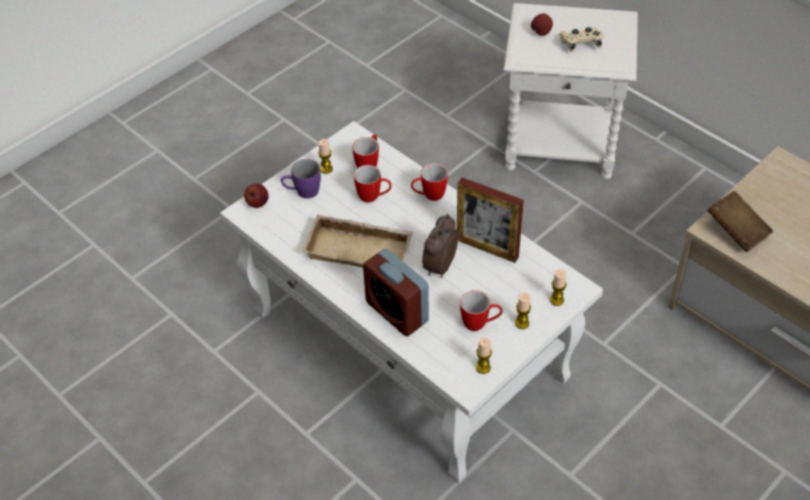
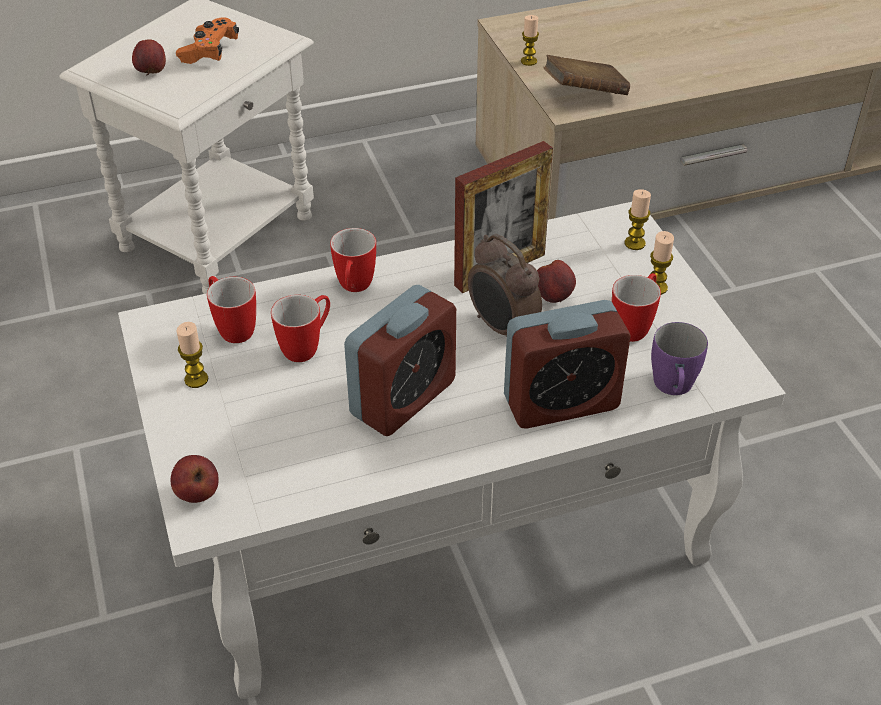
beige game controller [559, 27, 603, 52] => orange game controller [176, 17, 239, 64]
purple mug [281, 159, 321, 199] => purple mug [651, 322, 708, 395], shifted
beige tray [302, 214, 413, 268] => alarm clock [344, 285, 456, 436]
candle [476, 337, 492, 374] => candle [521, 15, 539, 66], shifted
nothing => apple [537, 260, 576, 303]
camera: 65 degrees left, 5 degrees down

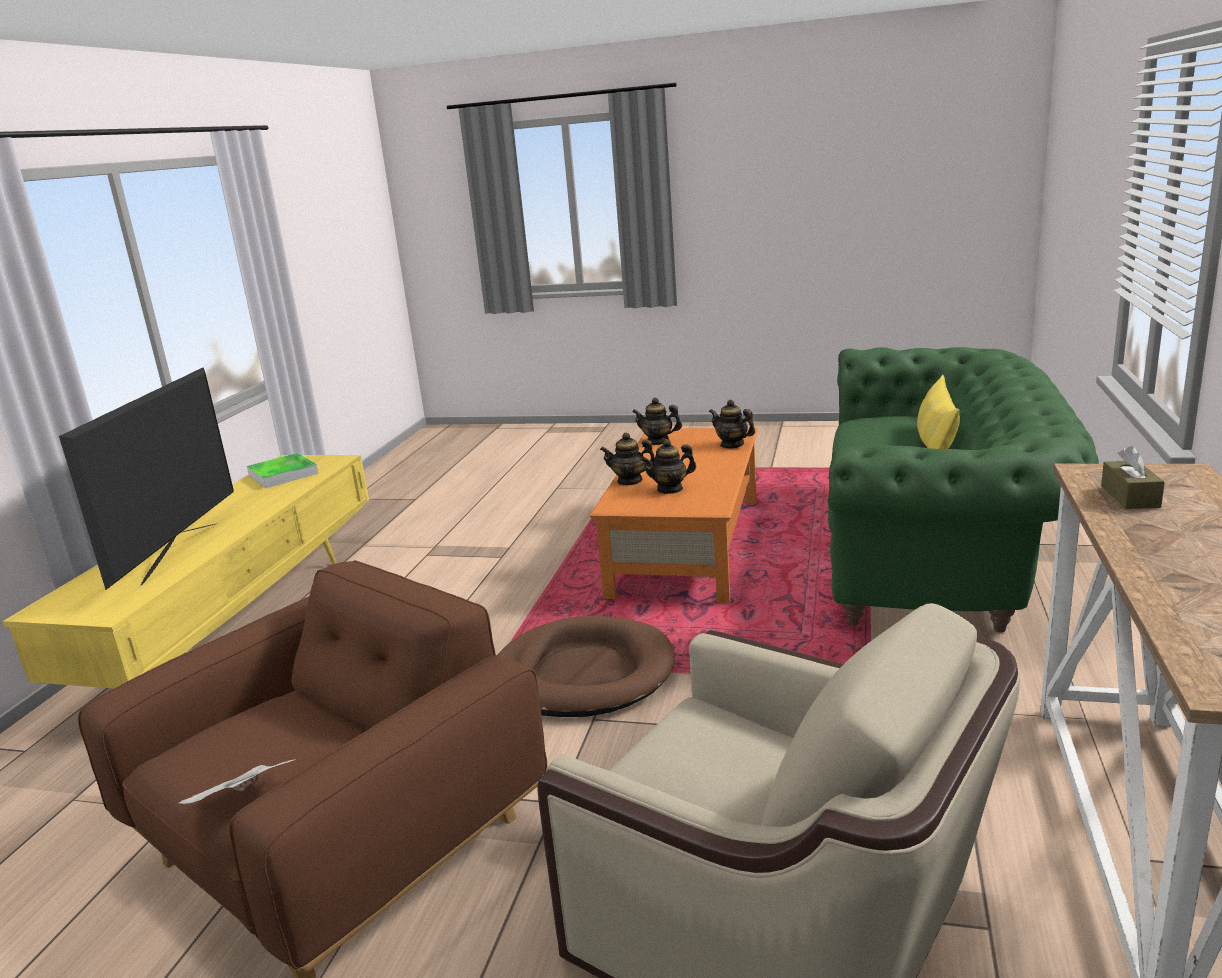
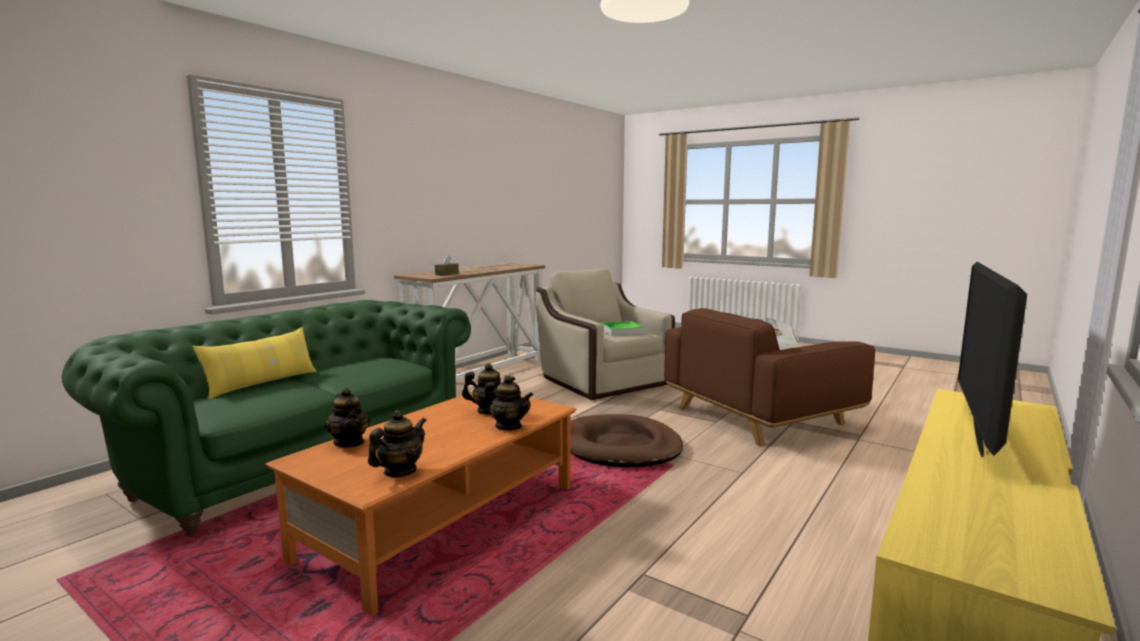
teapot [632, 398, 682, 445] => teapot [368, 410, 427, 477], 90 degrees counterclockwise
tray [247, 453, 318, 488] => tray [601, 321, 644, 336], shifted
camera: 160 degrees left, 10 degrees down

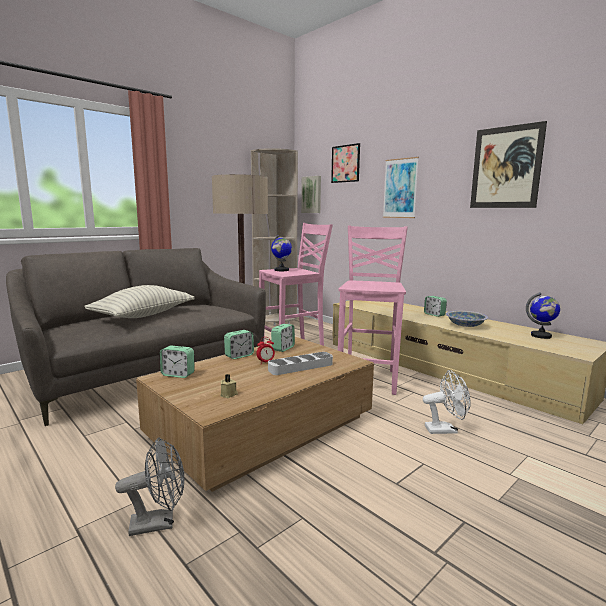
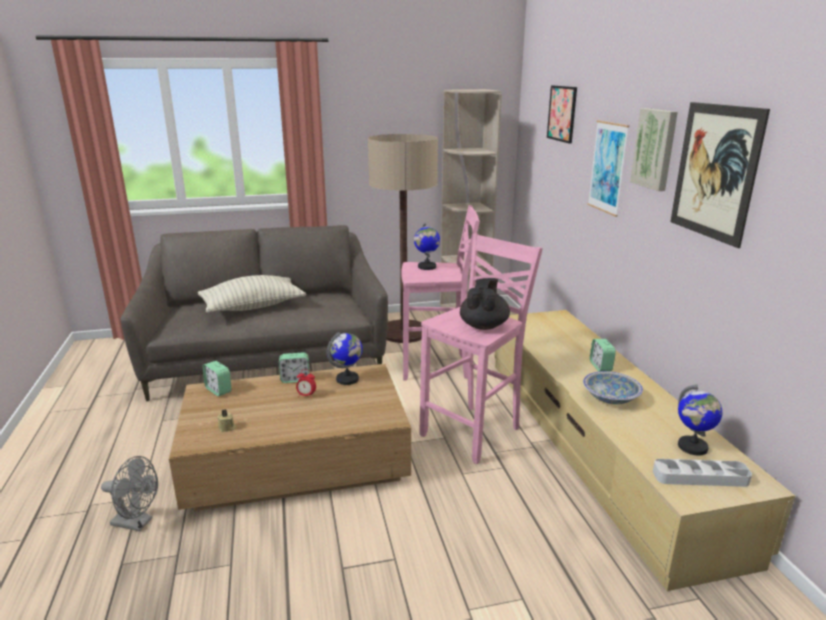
picture [301, 176, 321, 213] => picture [630, 108, 678, 191], shifted
alarm clock [271, 324, 295, 352] => globe [327, 332, 363, 385]
grey tray [268, 352, 333, 375] => grey tray [653, 459, 752, 487], shifted
white fan [423, 370, 471, 434] => nothing
nothing => black teapot [460, 278, 510, 330]
camera: 30 degrees right, 10 degrees up

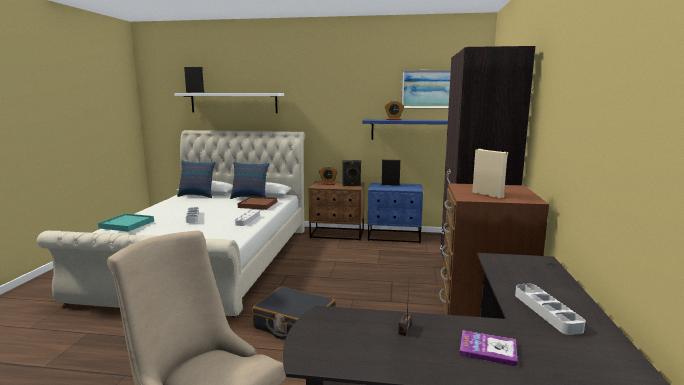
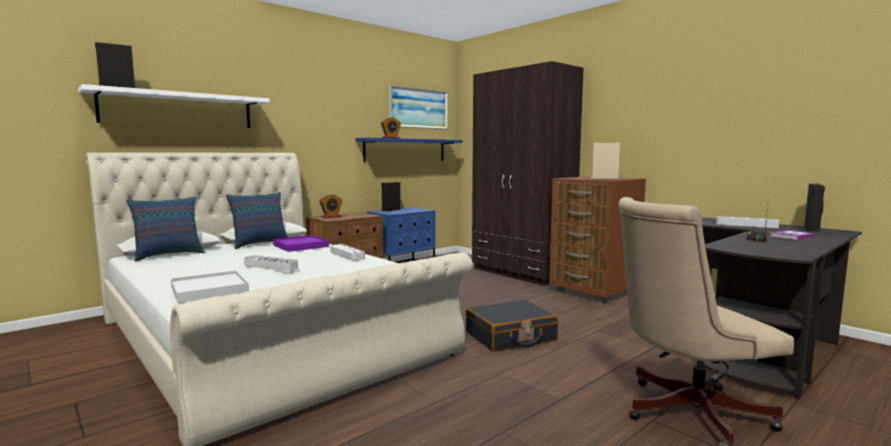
black speaker [342, 160, 361, 186] => black speaker [804, 183, 825, 233], shifted
brown tray [238, 196, 277, 210] => purple tray [273, 235, 329, 252]
turquoise tray [98, 213, 154, 232] => white tray [171, 271, 249, 303]
camera: 50 degrees left, 5 degrees down

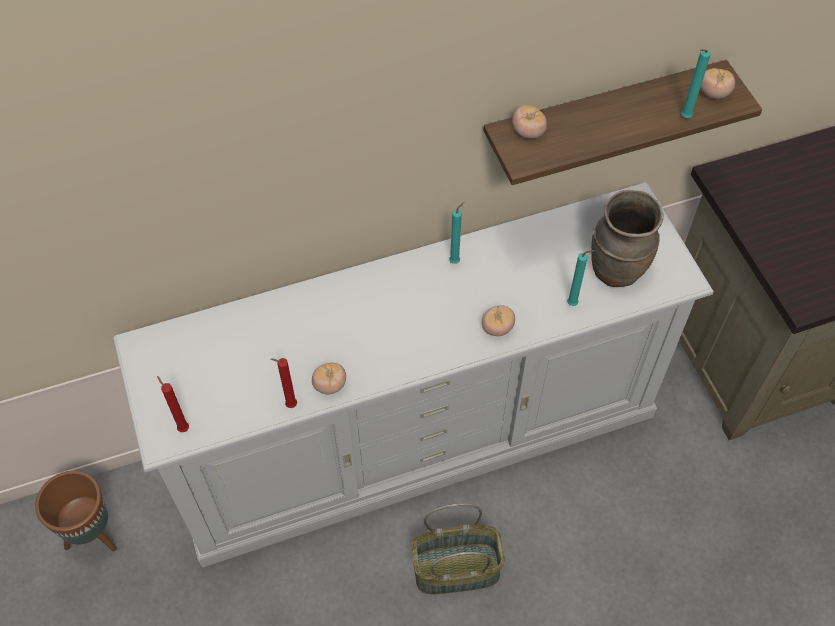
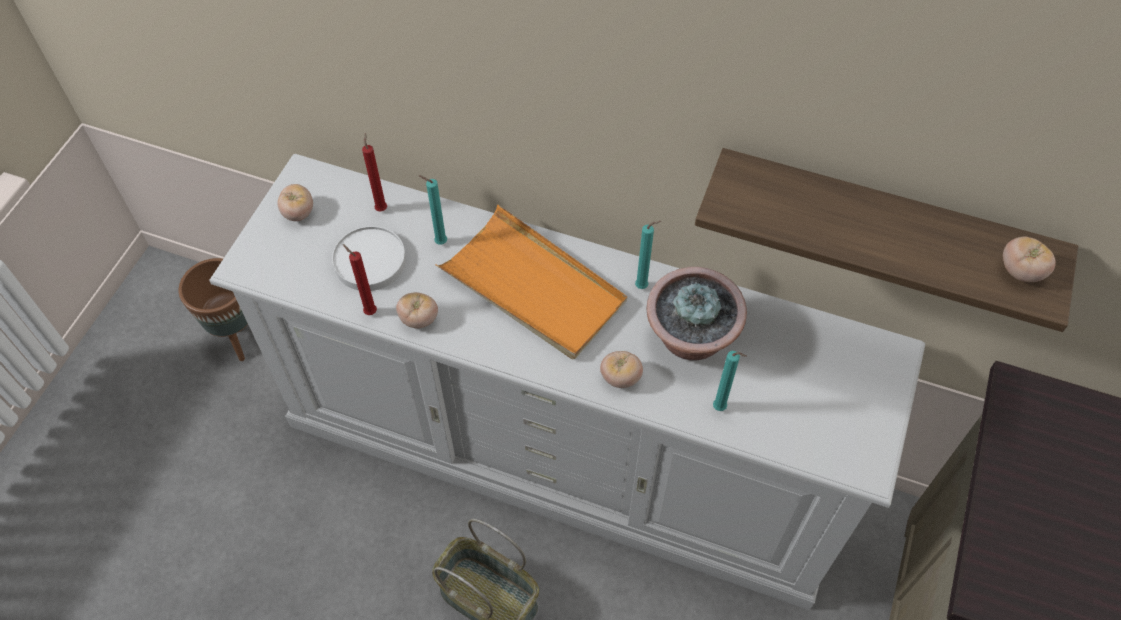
turquoise candle [681, 49, 711, 118] => turquoise candle [419, 175, 447, 245], shifted
tomato [512, 105, 547, 139] => tomato [277, 184, 313, 221], shifted
brown vase [591, 190, 664, 287] => nothing
red candle [157, 376, 189, 432] => red candle [362, 133, 387, 212], shifted
nothing => orange tray [435, 205, 627, 359]
nothing => white plate [332, 226, 406, 291]
nothing => potted plant [647, 267, 747, 360]
camera: 40 degrees right, 0 degrees up

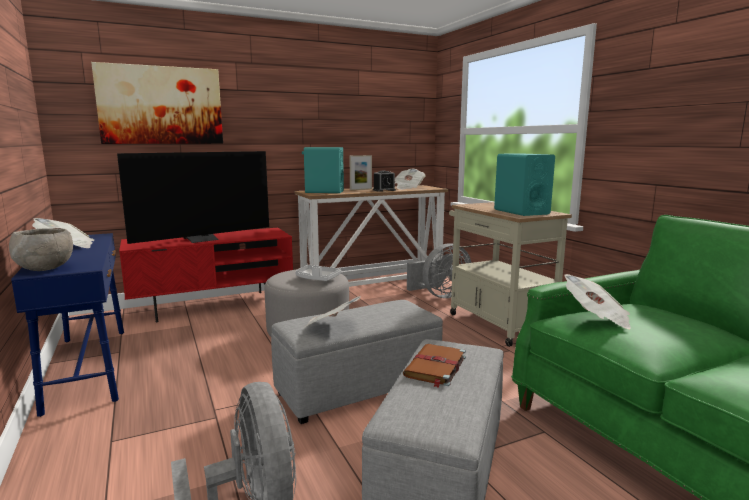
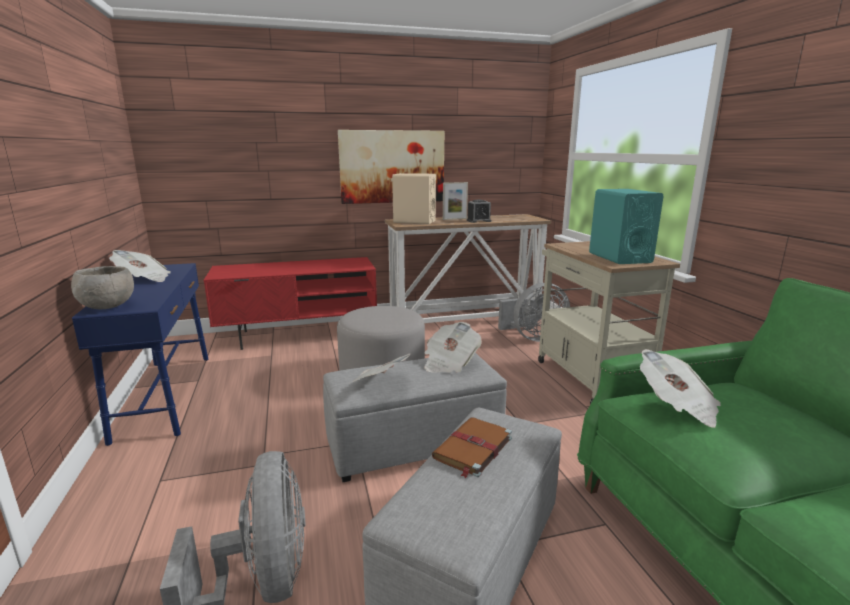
picture [91, 62, 223, 144] => picture [338, 130, 444, 204], shifted
turquoise speaker [302, 147, 344, 193] => beige speaker [391, 173, 436, 224]
television [117, 151, 269, 244] => nothing
newspaper [395, 169, 426, 190] => newspaper [424, 322, 482, 373], shifted
grey tray [295, 265, 341, 281] => nothing
camera: 10 degrees right, 5 degrees up

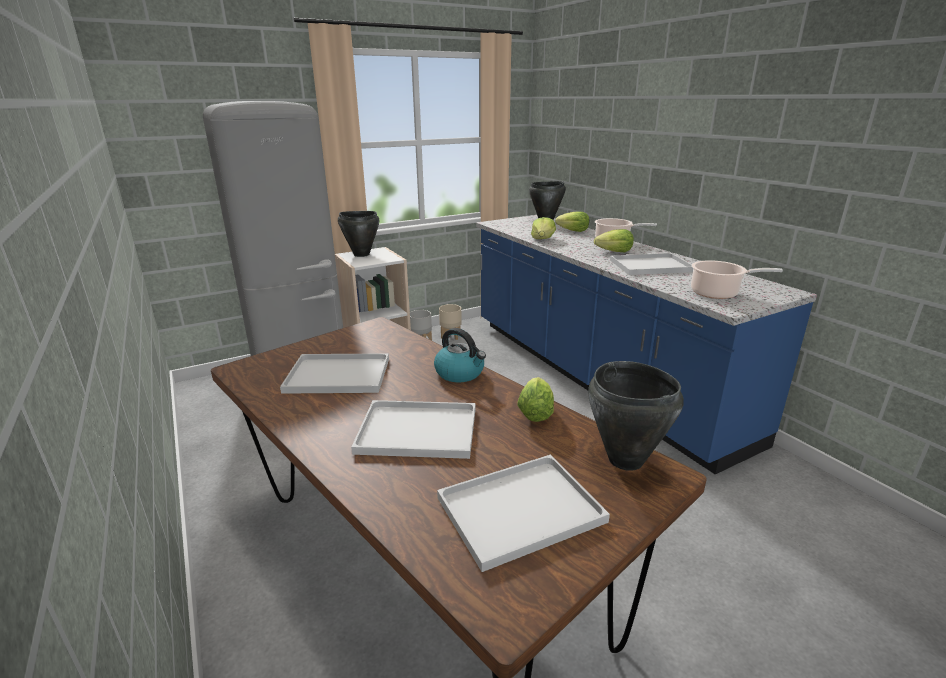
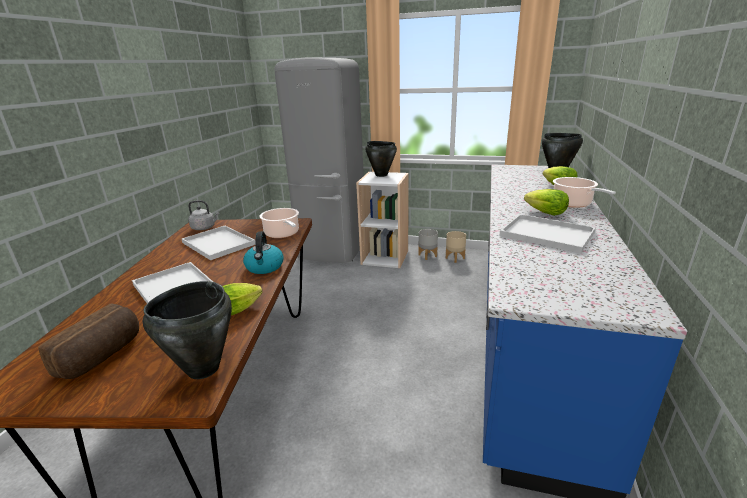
lettuce [531, 217, 556, 239] => nothing
cooking pot [691, 260, 783, 299] => cooking pot [259, 208, 299, 238], shifted
white tray [437, 455, 610, 572] => bread [38, 303, 139, 379]
nothing => grey kettle [188, 200, 219, 230]
camera: 45 degrees right, 0 degrees up

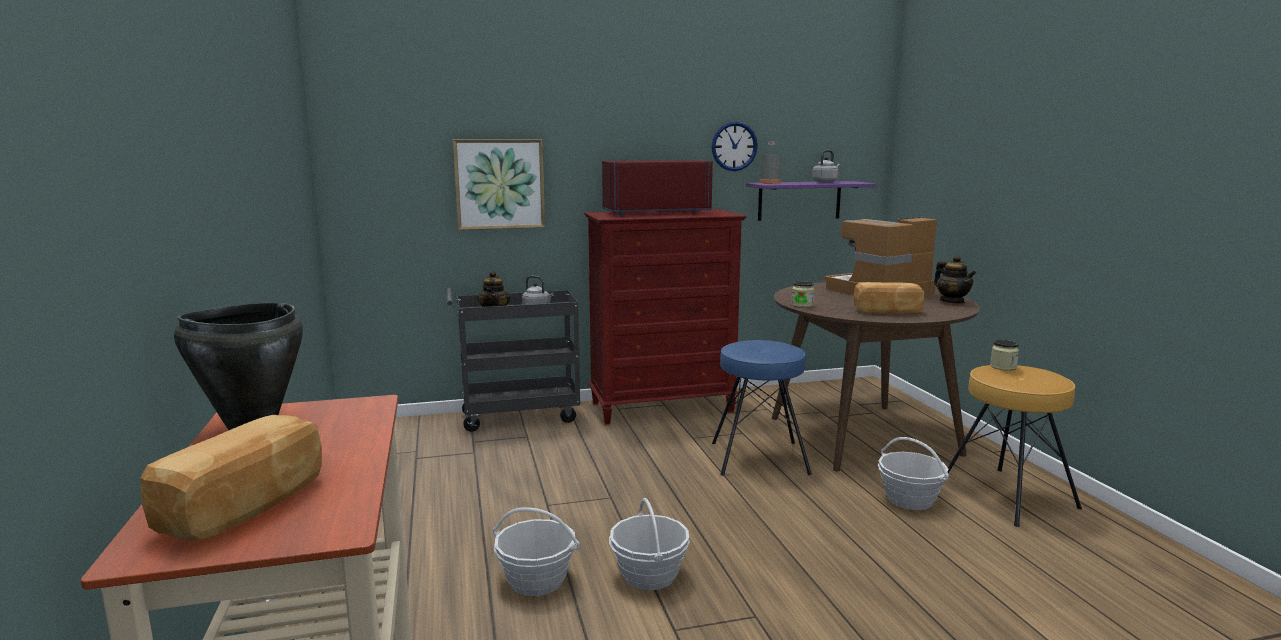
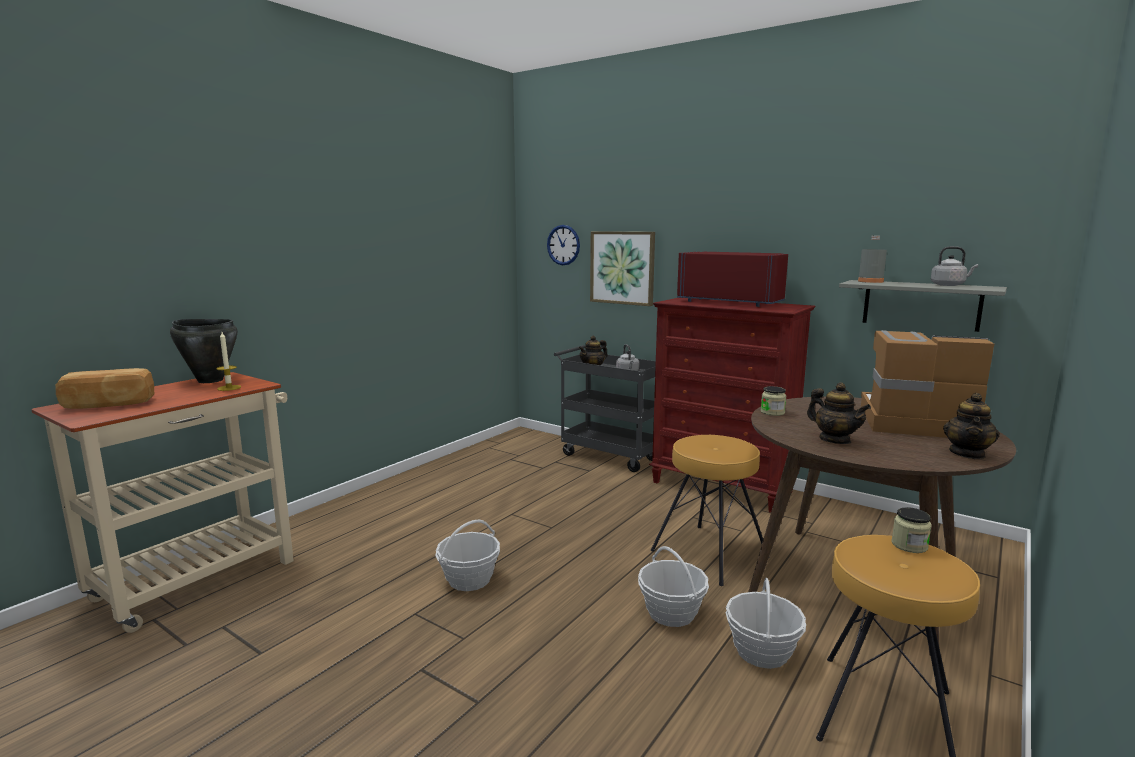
wall clock [712, 122, 758, 171] => wall clock [547, 225, 580, 265], shifted
purple shelf [746, 181, 876, 221] => grey shelf [839, 280, 1007, 332]
bread [854, 282, 924, 314] => teapot [807, 383, 871, 444]
blue stool [712, 340, 812, 476] => brown stool [651, 435, 770, 586]
basket [493, 507, 580, 596] => basket [638, 546, 709, 627], shifted
nothing => candle [216, 332, 241, 391]
camera: 50 degrees right, 0 degrees up

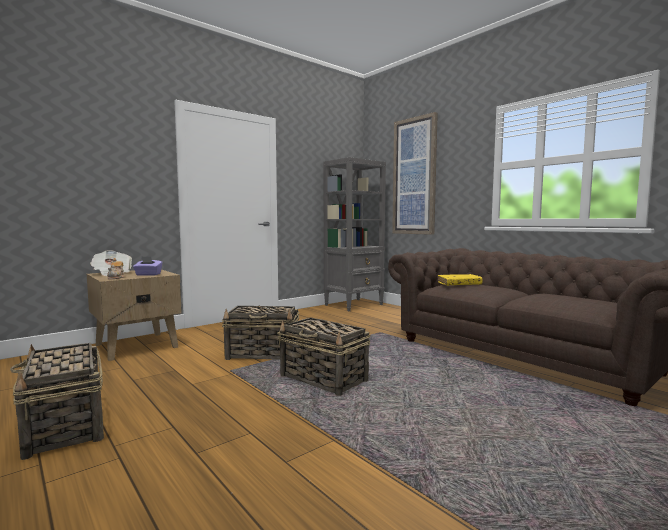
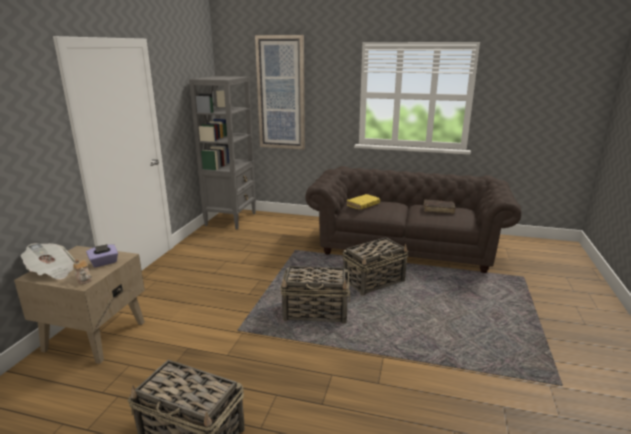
basket [222, 306, 299, 360] => basket [342, 237, 408, 296], shifted
nothing => brown book [423, 200, 455, 214]
camera: 35 degrees left, 15 degrees up

